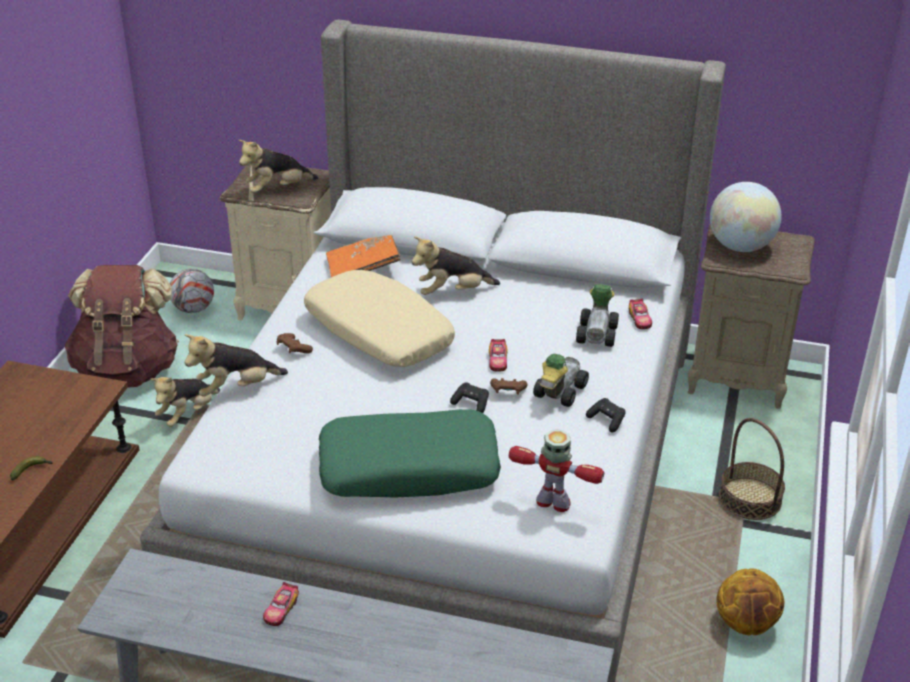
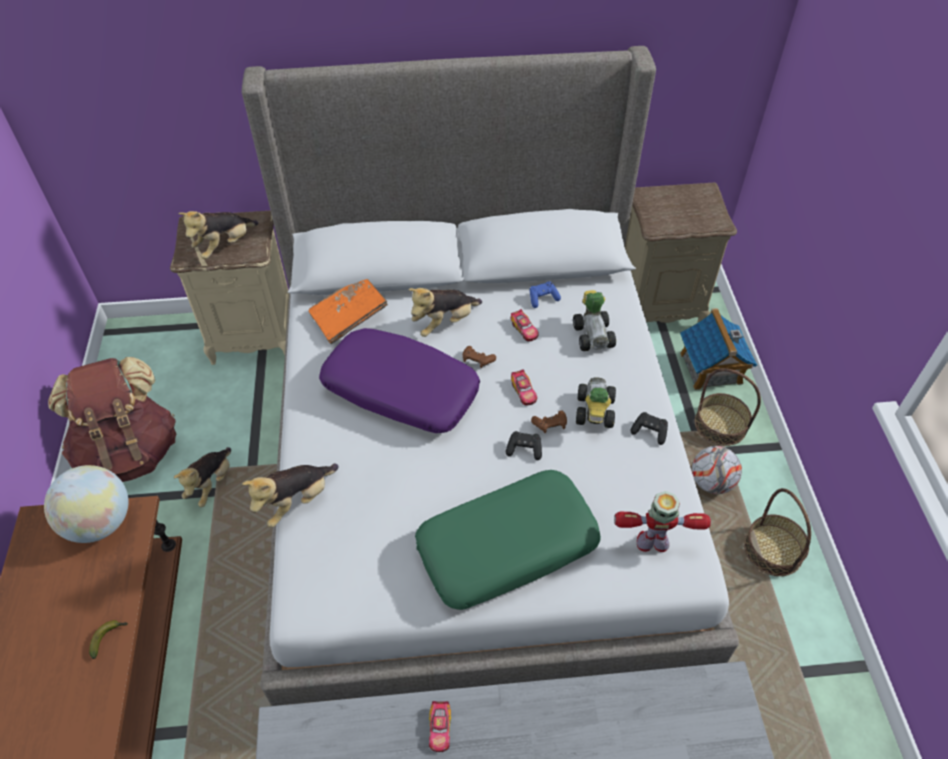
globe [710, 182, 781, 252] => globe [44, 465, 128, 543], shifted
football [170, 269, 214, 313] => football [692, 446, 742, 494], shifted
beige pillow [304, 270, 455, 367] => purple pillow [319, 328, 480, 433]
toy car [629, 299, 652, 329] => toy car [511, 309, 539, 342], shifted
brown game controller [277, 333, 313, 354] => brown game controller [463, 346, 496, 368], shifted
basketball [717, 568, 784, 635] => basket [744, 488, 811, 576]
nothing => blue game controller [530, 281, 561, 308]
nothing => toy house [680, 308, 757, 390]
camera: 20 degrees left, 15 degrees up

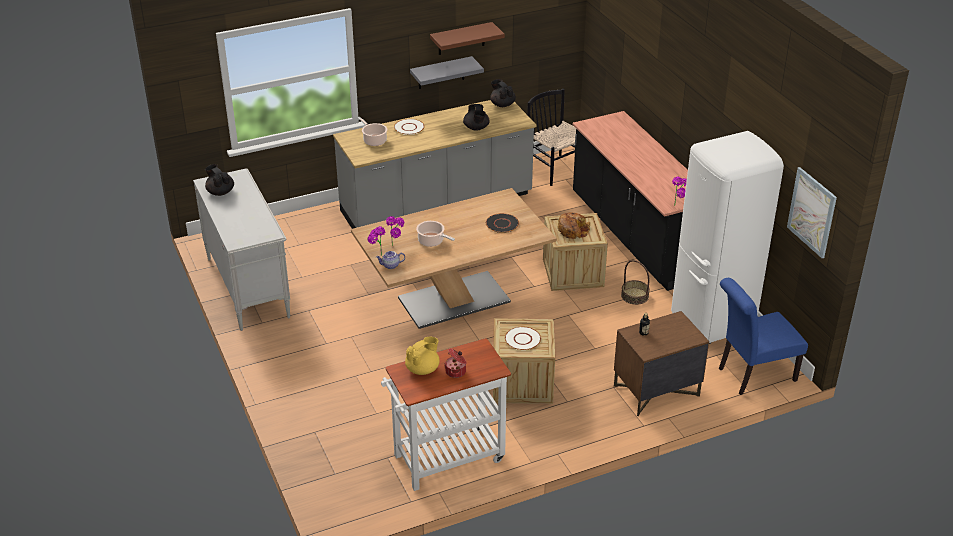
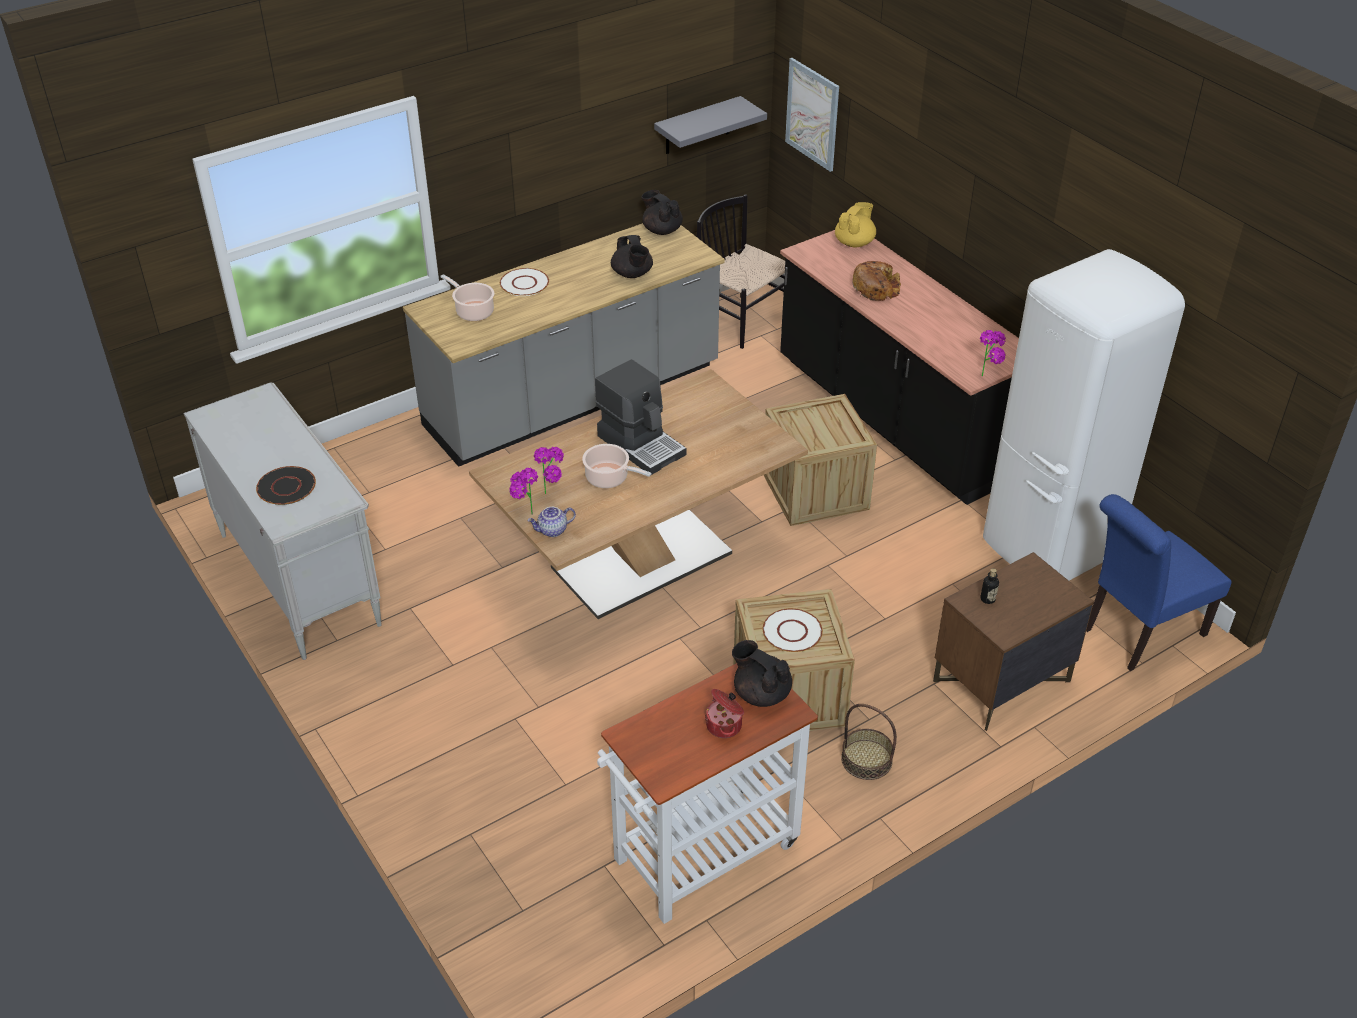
brown shelf [430, 22, 505, 55] => nothing
grey shelf [410, 56, 484, 89] => grey shelf [654, 96, 767, 154], shifted
black teapot [205, 164, 234, 196] => black teapot [732, 640, 792, 707], shifted
picture [787, 167, 837, 258] => picture [785, 58, 839, 172], shifted
bread [558, 212, 590, 239] => bread [852, 261, 901, 301], shifted
black plate [486, 213, 519, 233] => black plate [256, 466, 316, 505], shifted
basket [621, 260, 650, 305] => basket [841, 704, 897, 780], shifted
yellow teapot [405, 337, 440, 375] => yellow teapot [835, 202, 876, 248], shifted
nothing => coffee machine [595, 359, 686, 475]
camera: 10 degrees left, 5 degrees up

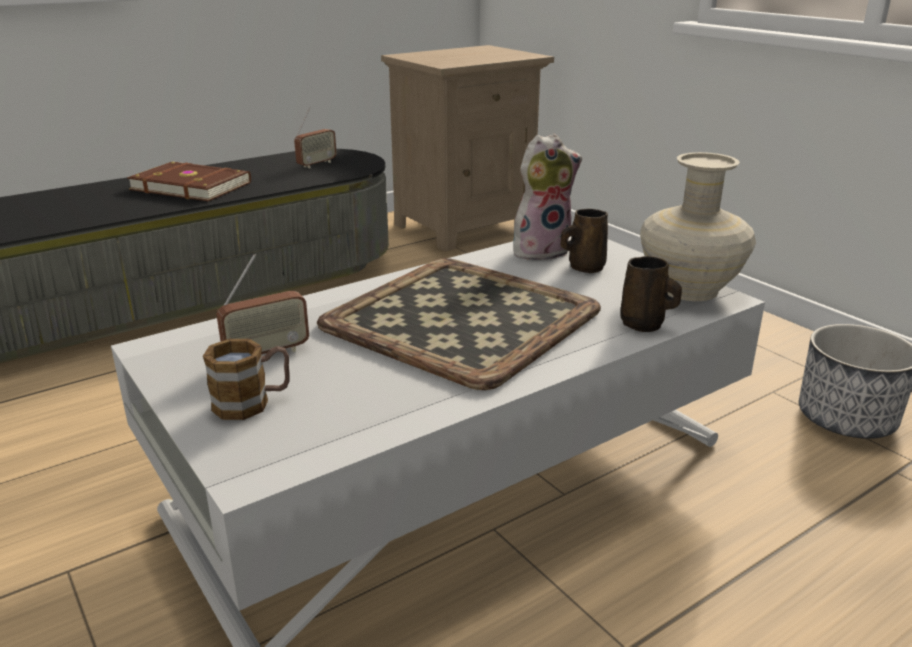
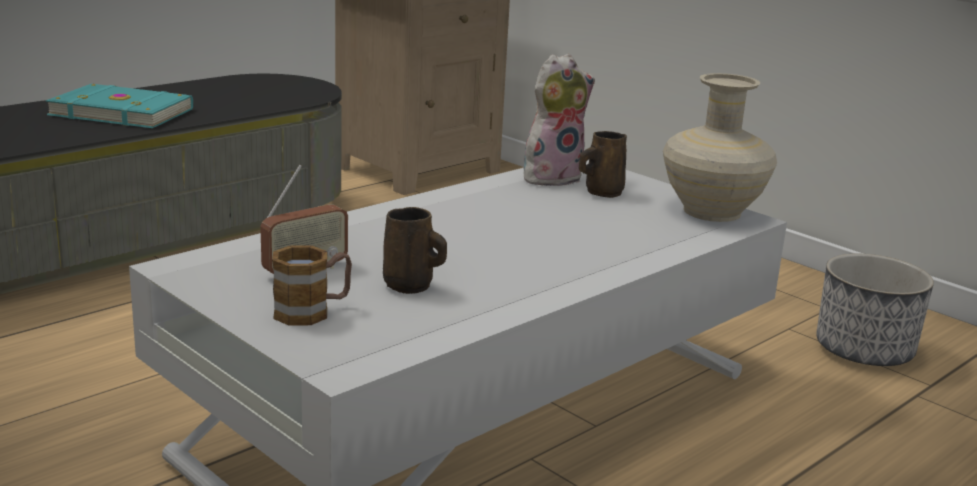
radio [294, 107, 337, 168] => nothing
brown book [127, 161, 251, 201] => turquoise book [45, 84, 193, 128]
brown mug [620, 256, 682, 332] => brown mug [383, 207, 447, 294], shifted
tray [317, 258, 601, 390] => nothing
camera: 10 degrees left, 5 degrees down

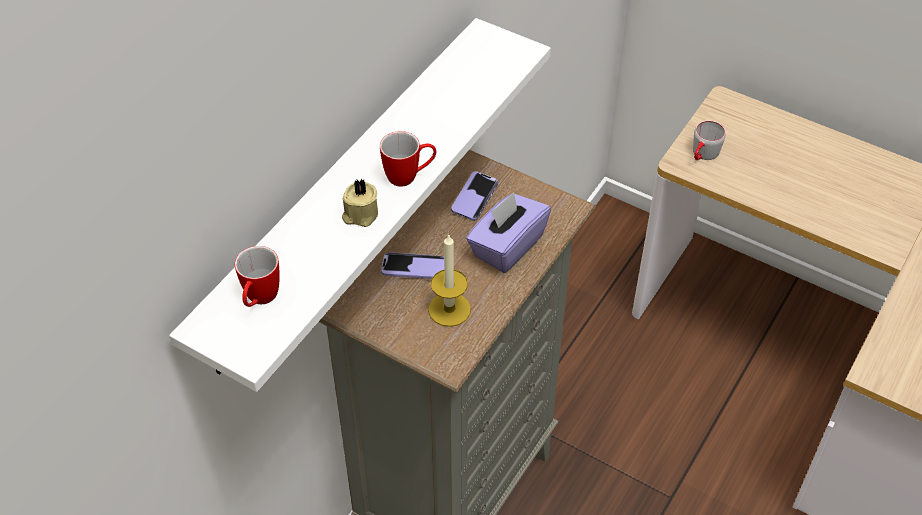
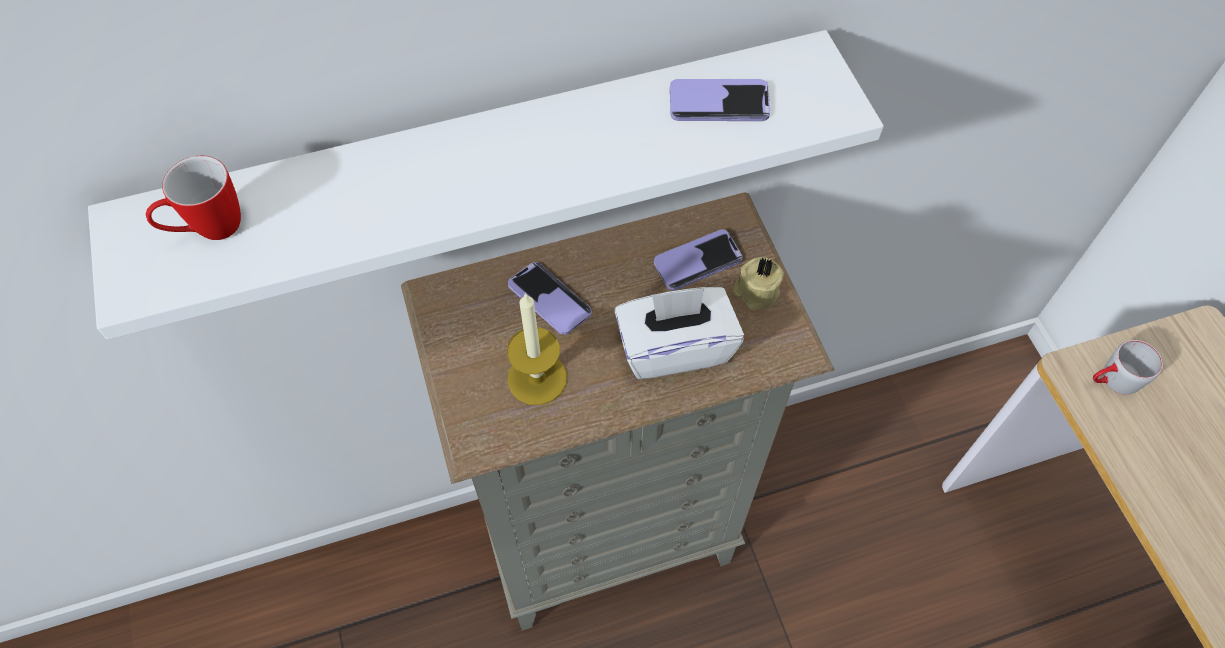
mug [380, 131, 436, 187] => nothing
beige candle [342, 179, 378, 227] => beige candle [733, 257, 784, 310], shifted
purple tissue box [466, 192, 551, 273] => white tissue box [615, 287, 744, 379]
nothing => phone [670, 79, 770, 121]
camera: 40 degrees right, 10 degrees up

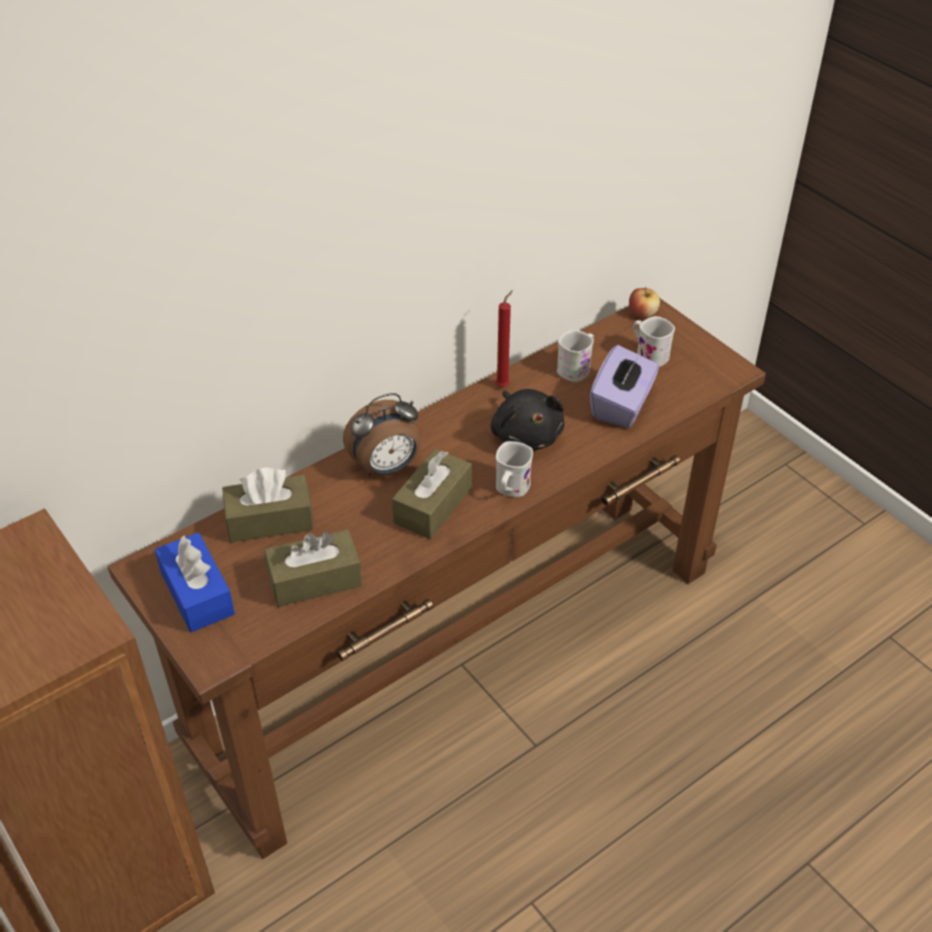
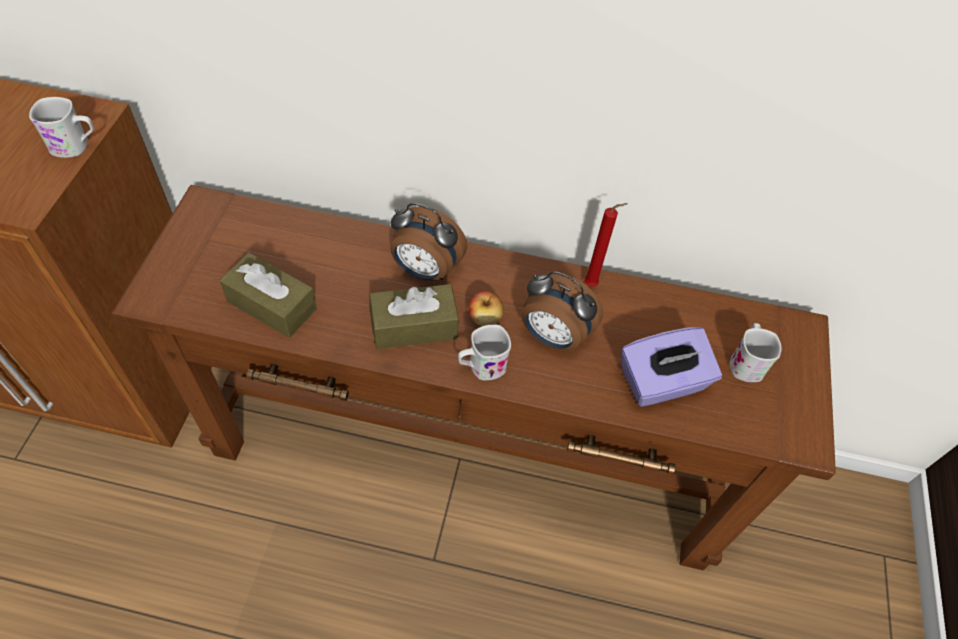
apple [629, 287, 660, 318] => apple [469, 290, 504, 326], shifted
white mug [557, 330, 594, 382] => white mug [29, 97, 94, 158], shifted
black plush toy [491, 389, 564, 450] => alarm clock [522, 272, 603, 350]
brown tissue box [222, 467, 314, 543] => nothing
blue tissue box [155, 533, 235, 632] => nothing
camera: 45 degrees right, 10 degrees up

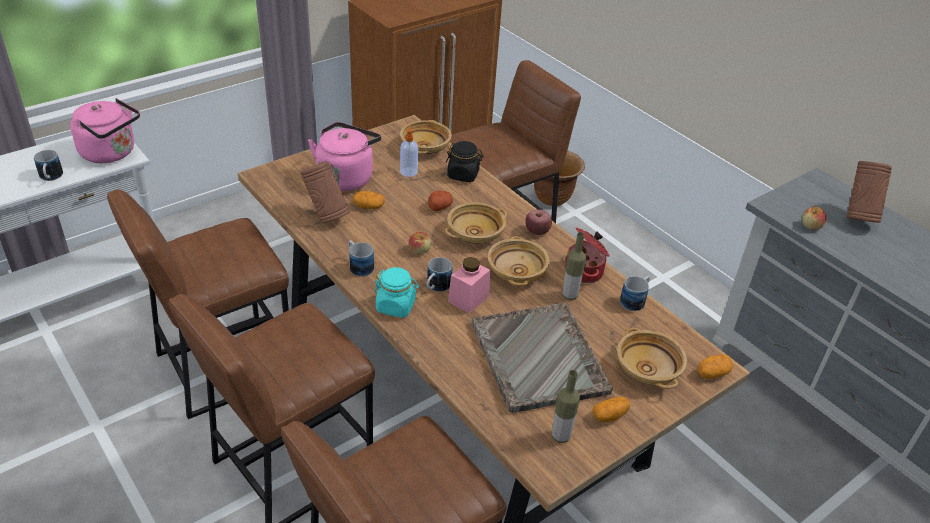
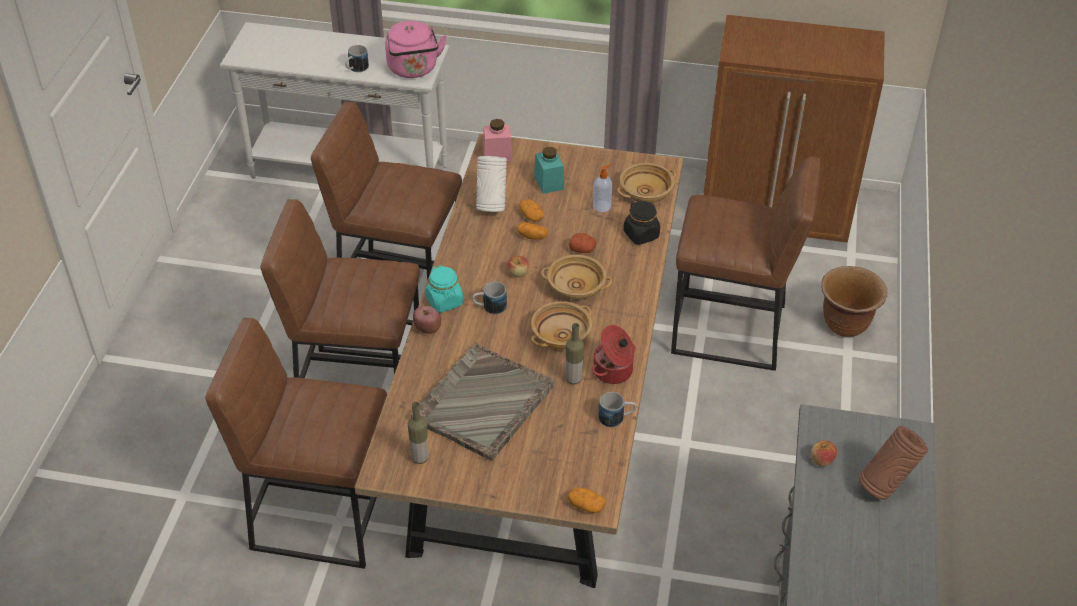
pink kettle [308, 122, 381, 191] => turquoise jar [534, 147, 564, 194]
brown vase [300, 161, 350, 223] => white vase [476, 156, 507, 212]
apple [525, 210, 552, 235] => apple [413, 306, 441, 334], shifted
mug [348, 240, 374, 277] => nothing
pink jar [448, 257, 490, 314] => pink jar [483, 119, 513, 161], shifted
beige bowl [617, 328, 687, 389] => nothing
potato [592, 396, 630, 422] => potato [517, 222, 548, 240], shifted
camera: 50 degrees right, 5 degrees up

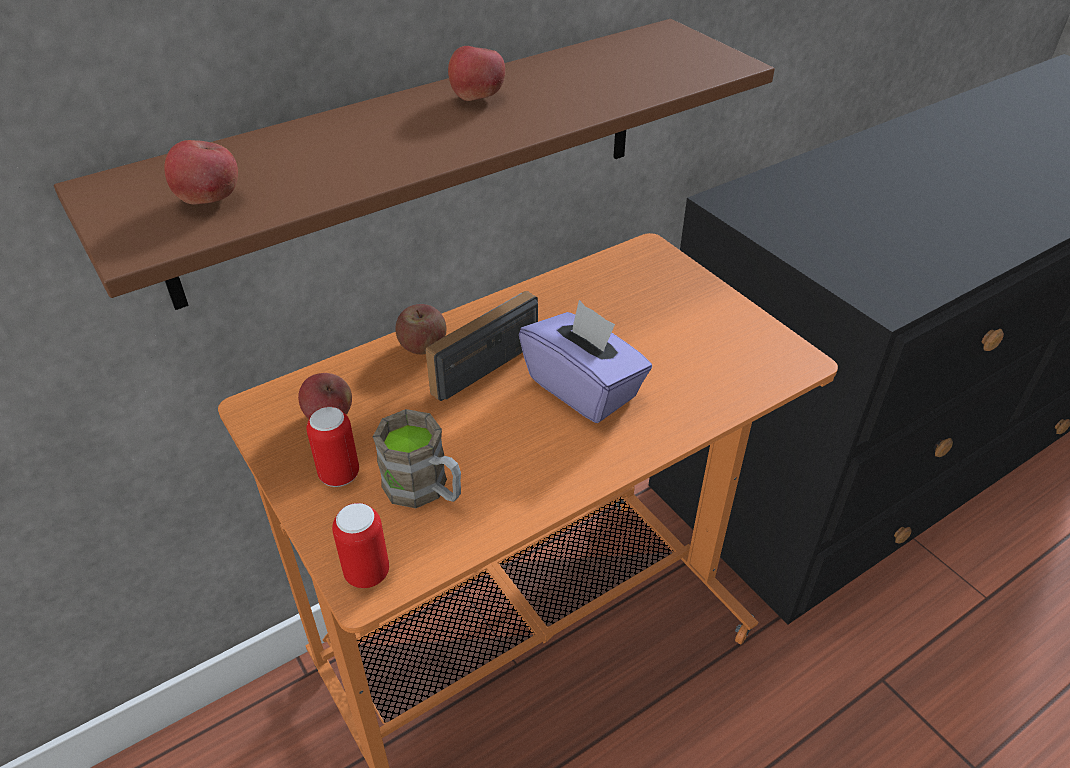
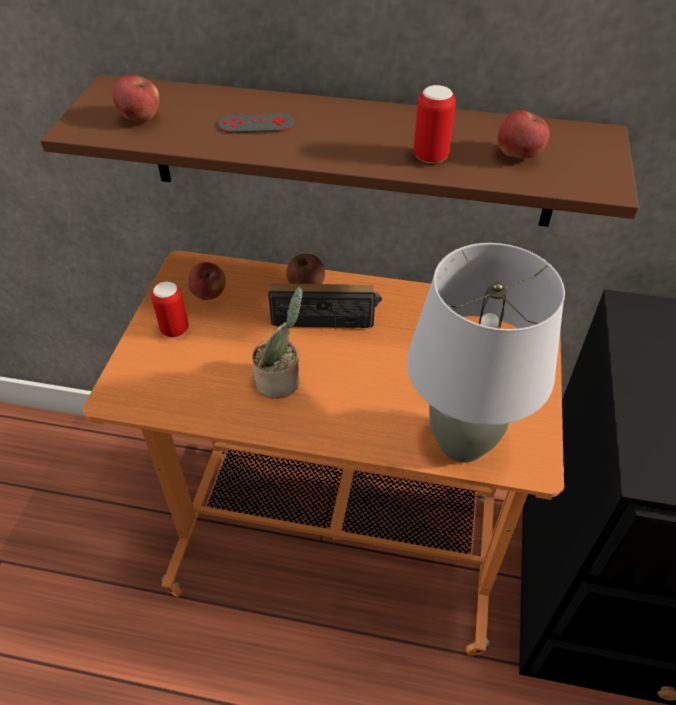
apple [448, 46, 505, 101] => apple [498, 110, 550, 159], shifted
purple tissue box [519, 300, 652, 423] => nothing
brown mug [373, 409, 461, 508] => nothing
can [332, 503, 389, 588] => can [414, 85, 456, 163], shifted
nothing => grey game controller [218, 113, 294, 133]
nothing => grey table lamp [407, 243, 565, 462]
nothing => potted plant [252, 287, 303, 399]
camera: 45 degrees right, 5 degrees up

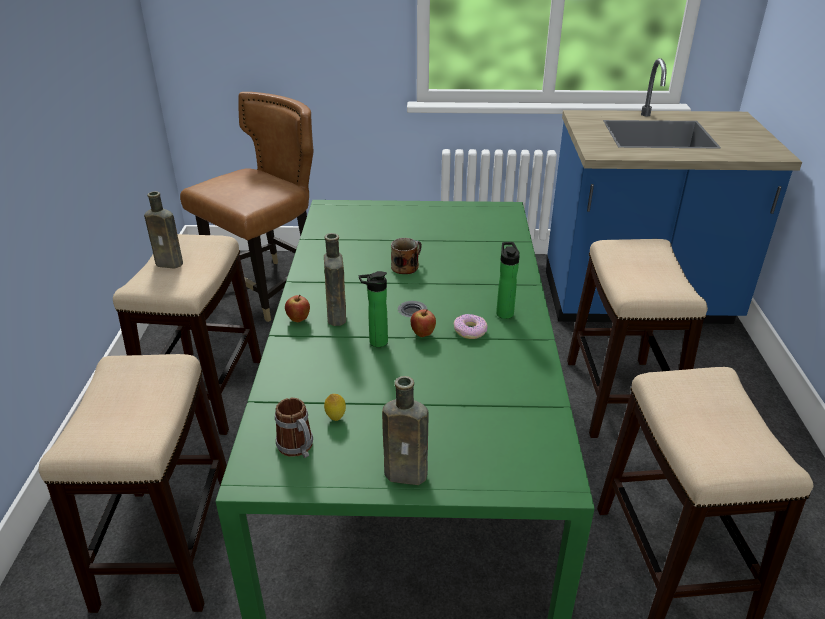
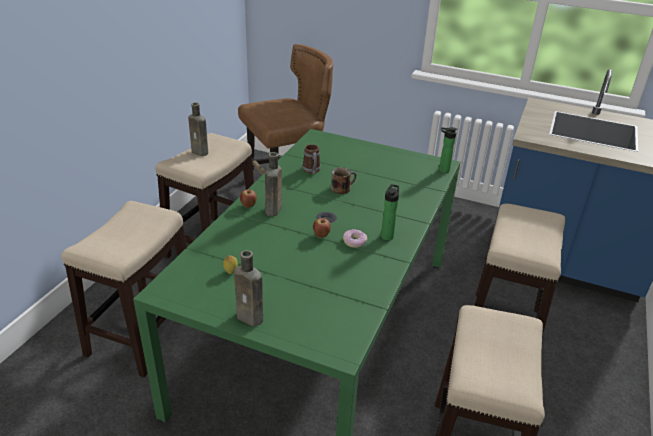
bottle [359, 271, 388, 347] => bottle [439, 127, 457, 173], shifted
mug [275, 398, 313, 458] => mug [302, 144, 321, 174], shifted
camera: 20 degrees right, 0 degrees up

